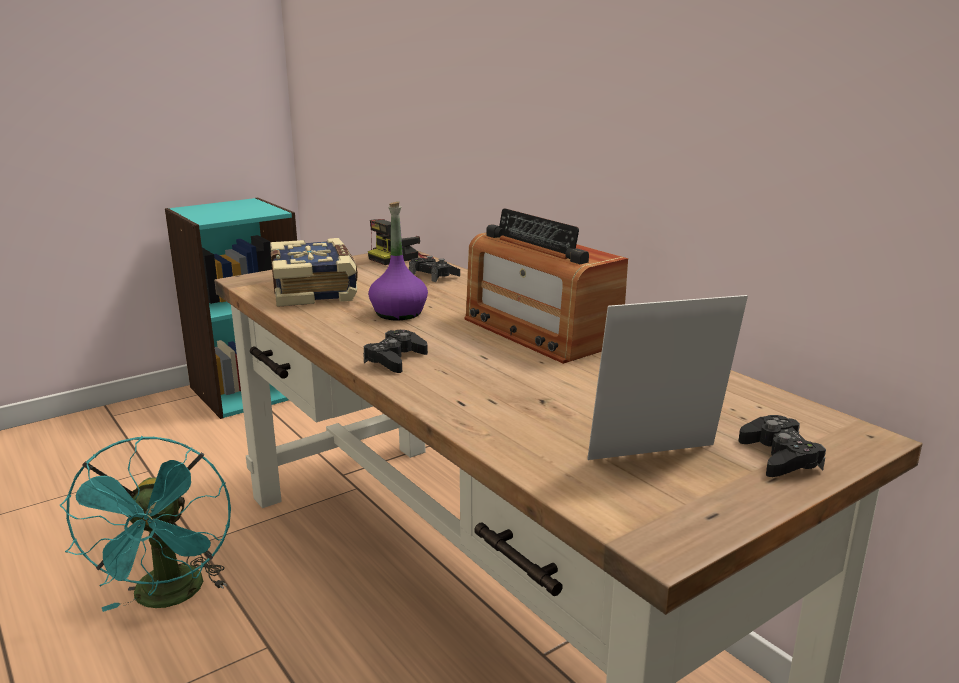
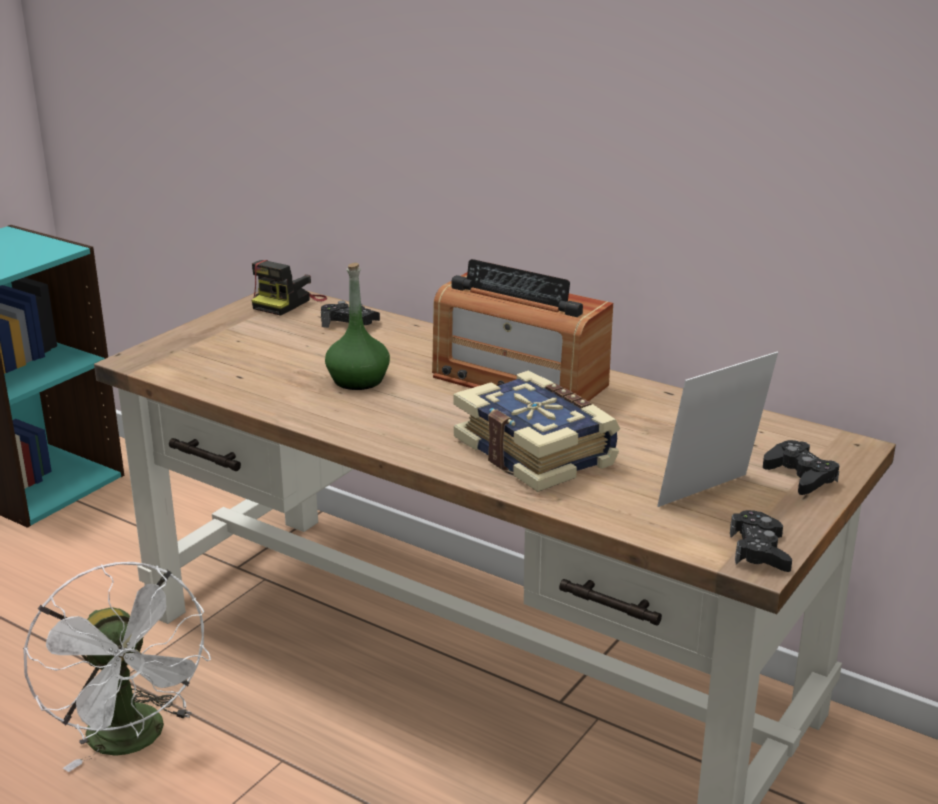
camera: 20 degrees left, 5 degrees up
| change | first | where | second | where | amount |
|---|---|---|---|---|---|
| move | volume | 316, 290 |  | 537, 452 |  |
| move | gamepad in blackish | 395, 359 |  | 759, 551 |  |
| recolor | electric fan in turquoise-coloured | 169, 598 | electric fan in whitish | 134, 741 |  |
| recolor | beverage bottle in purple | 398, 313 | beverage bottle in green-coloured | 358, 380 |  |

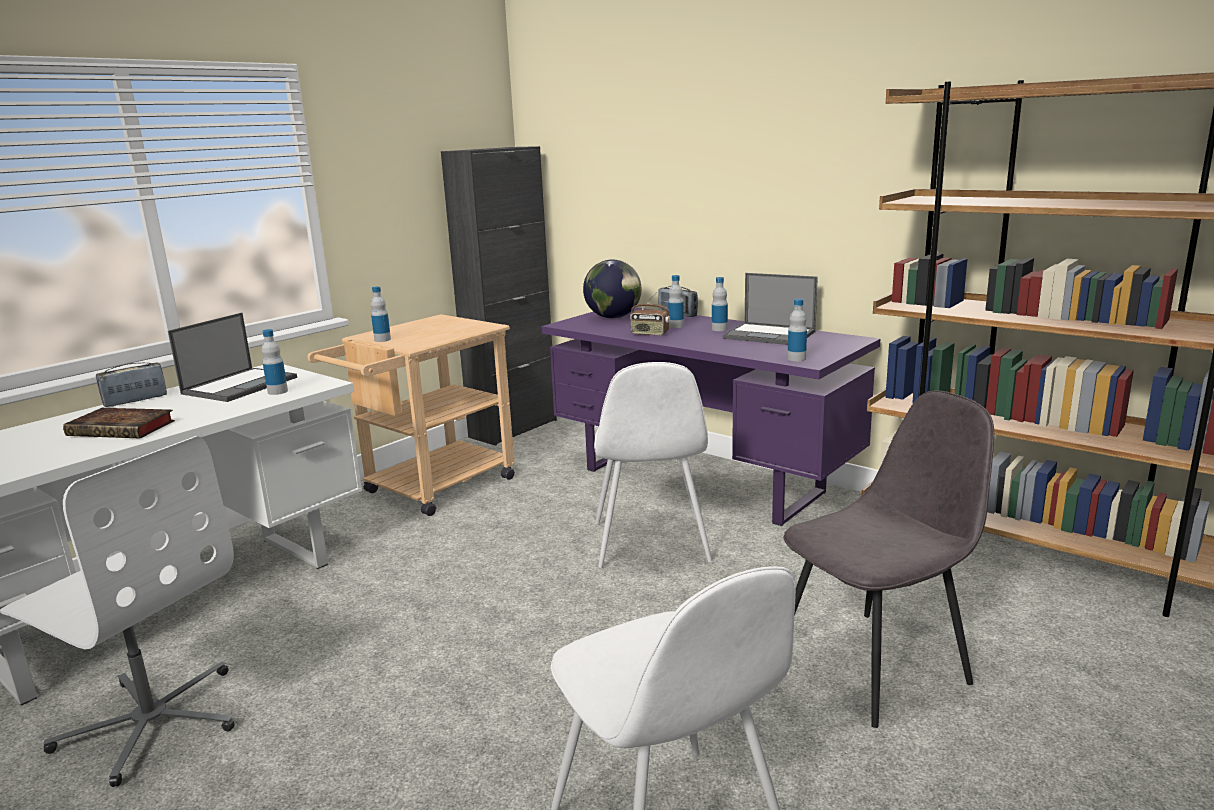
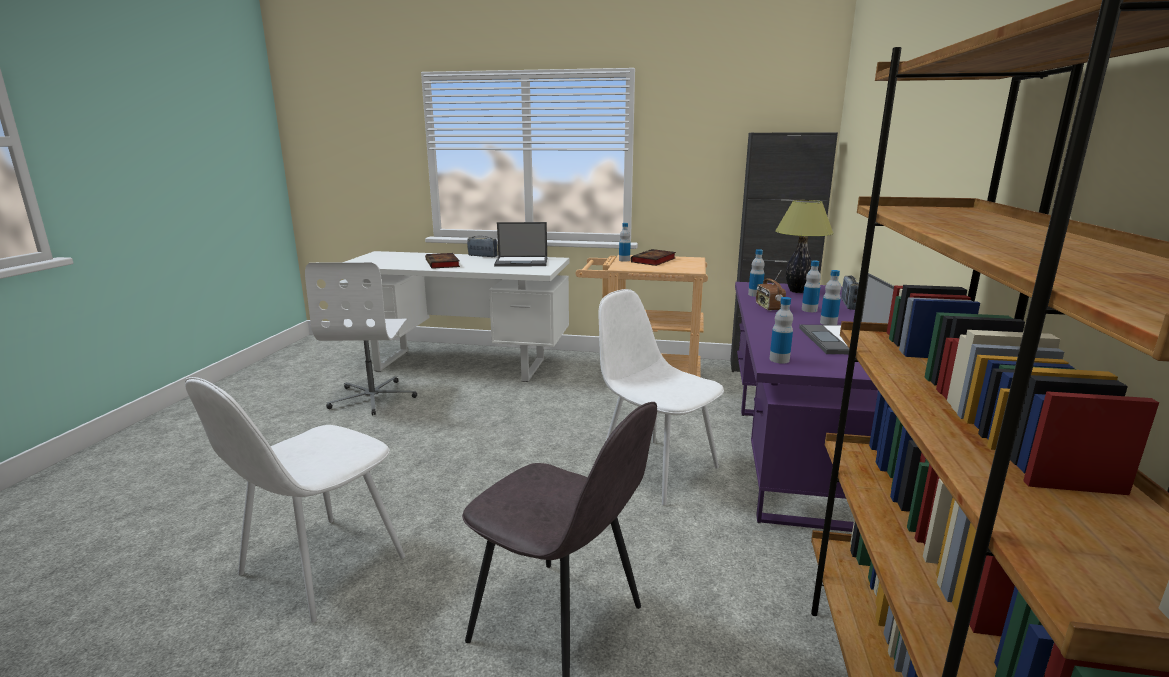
camera: 60 degrees right, 0 degrees up
| change | first | where | second | where | amount |
|---|---|---|---|---|---|
| insert |  |  | volume | 653, 261 |  |
| move | beverage bottle | 277, 391 |  | 755, 295 |  |
| replace | globe | 613, 317 | tabletop lamp | 797, 291 |  |
| rotate | chair in whitish | 650, 543 |  | 655, 469 | 75 degrees clockwise |

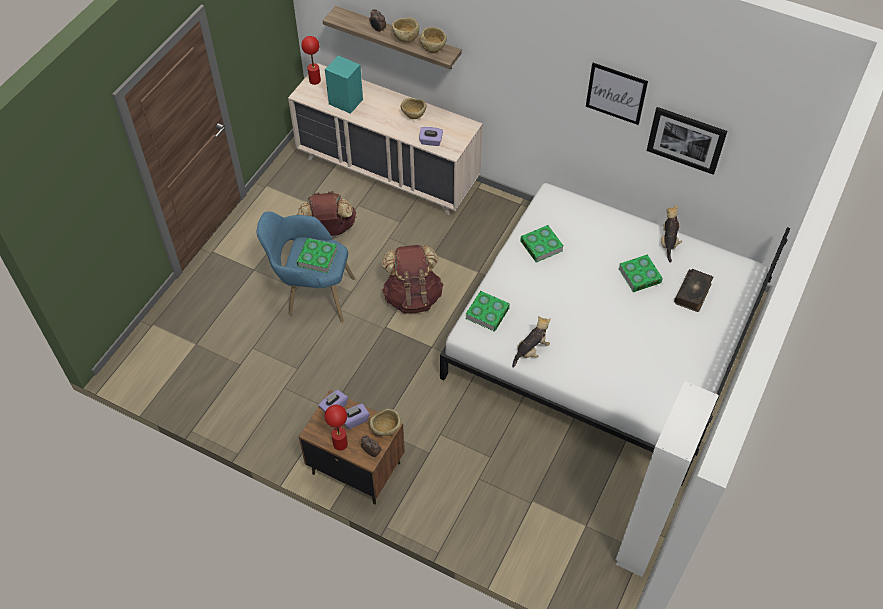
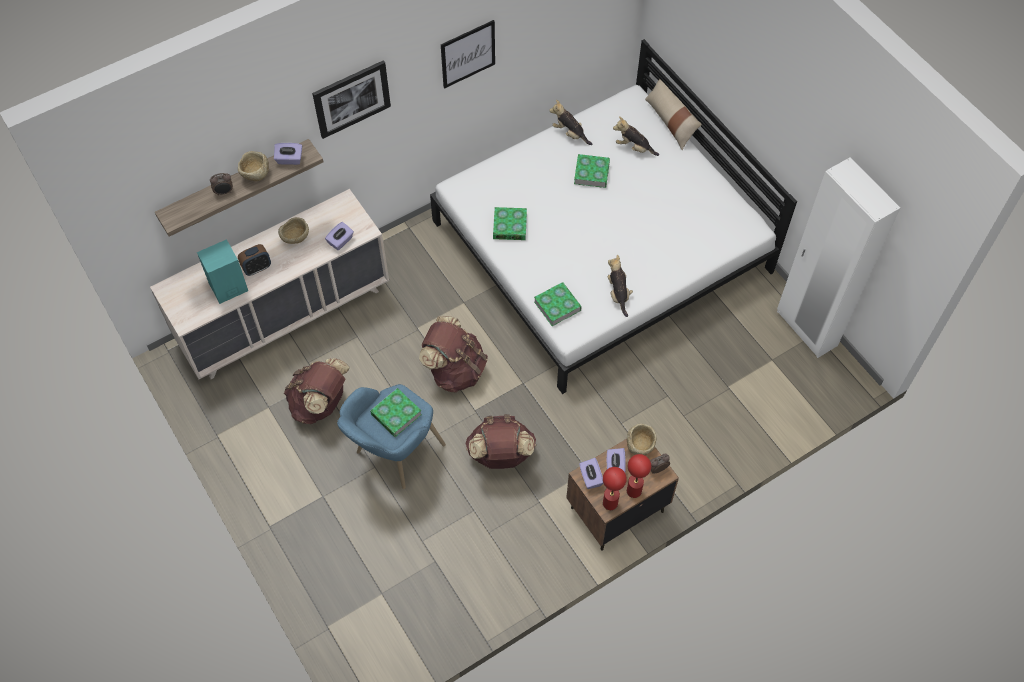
camera: 60 degrees left, 5 degrees up
| change | first | where | second | where | amount |
|---|---|---|---|---|---|
| insert |  |  | bedside clock | 257, 268 |  |
| insert |  |  | knapsack in brown | 501, 455 |  |
| insert |  |  | throw pillow in beige | 670, 121 |  |
| move | tabletop lamp in red | 315, 80 |  | 610, 503 |  |
| move | wall art | 686, 139 |  | 351, 98 |  |
| replace | bowl in beige | 433, 48 | tissue holder in purple | 289, 159 |  |
| replace | volume | 693, 293 | soft toy | 634, 148 |  |

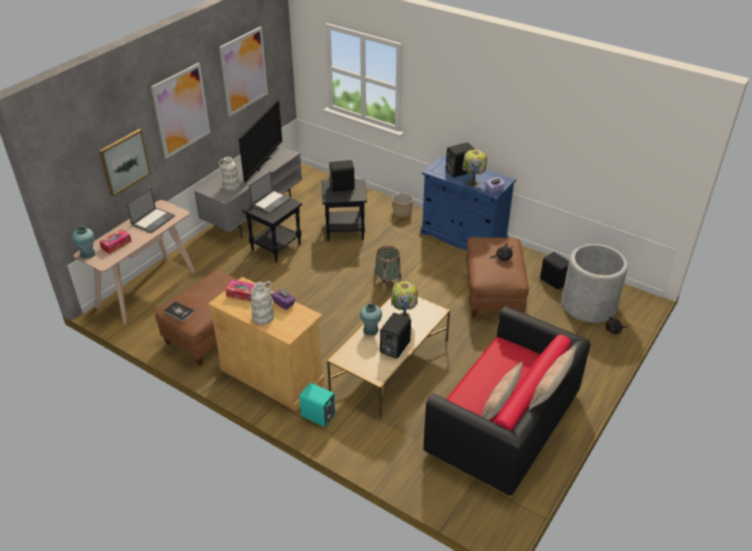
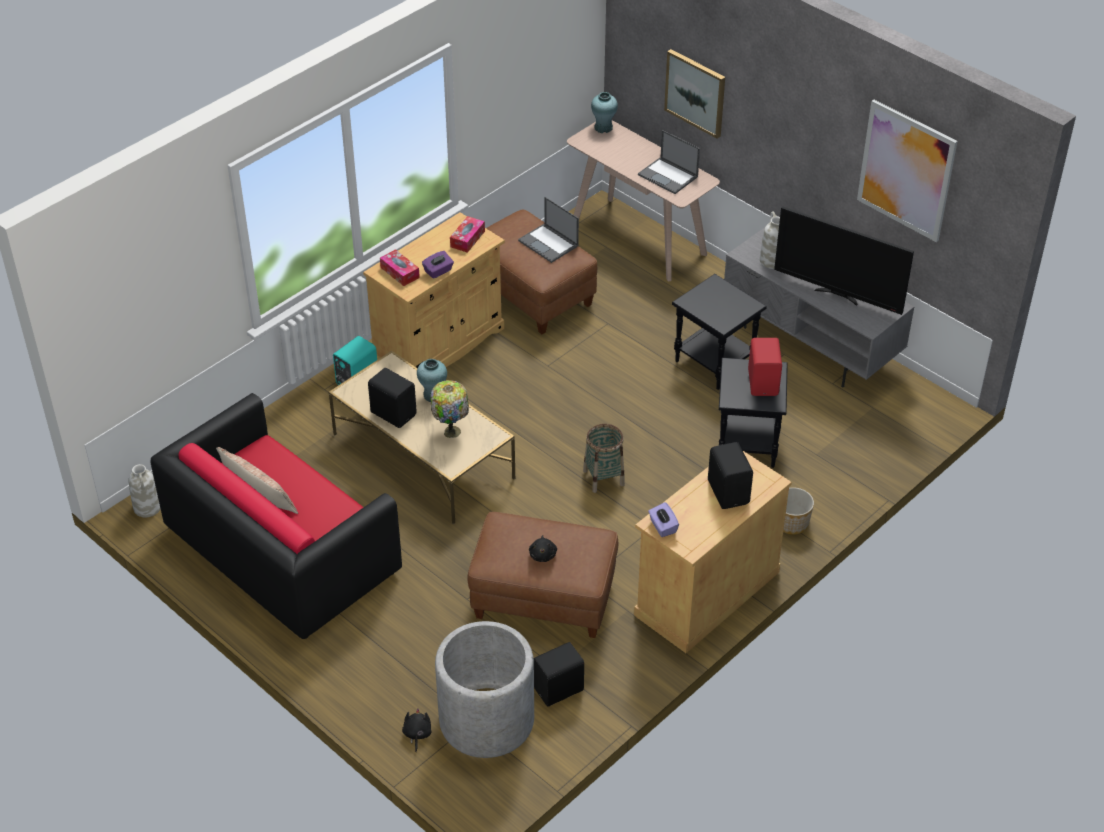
camera: 100 degrees right, 5 degrees up
| change | first | where | second | where | amount |
|---|---|---|---|---|---|
| delete | wall art | 181, 110 |  |  |  |
| delete | volume | 179, 312 |  |  |  |
| delete | tabletop lamp | 472, 183 |  |  |  |
| delete | throw pillow | 551, 387 |  |  |  |
| move | tissue holder | 116, 245 |  | 400, 272 |  |
| move | notebook computer | 271, 201 |  | 549, 243 |  |
| move | flower vase in whitish | 263, 317 |  | 147, 507 |  |
| recolor | loudspeaker in blackish | 341, 186 | loudspeaker in red | 764, 382 |  |
| recolor | cupboard in blue-coloured | 463, 237 | cupboard in beige | 706, 593 |  |

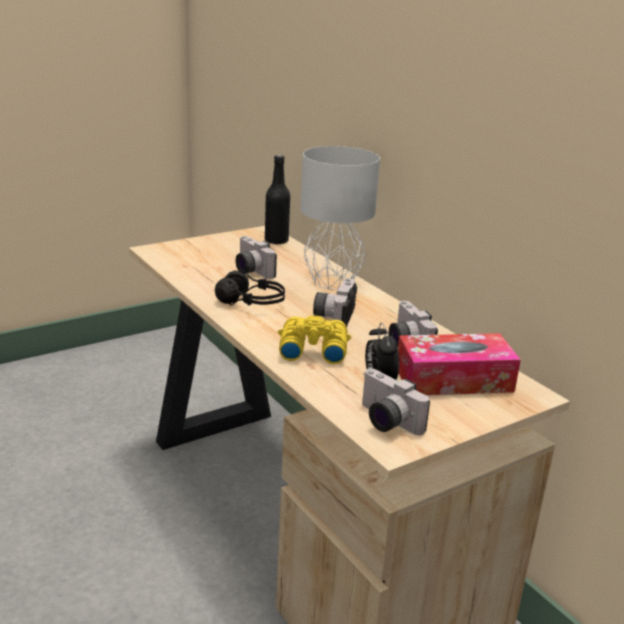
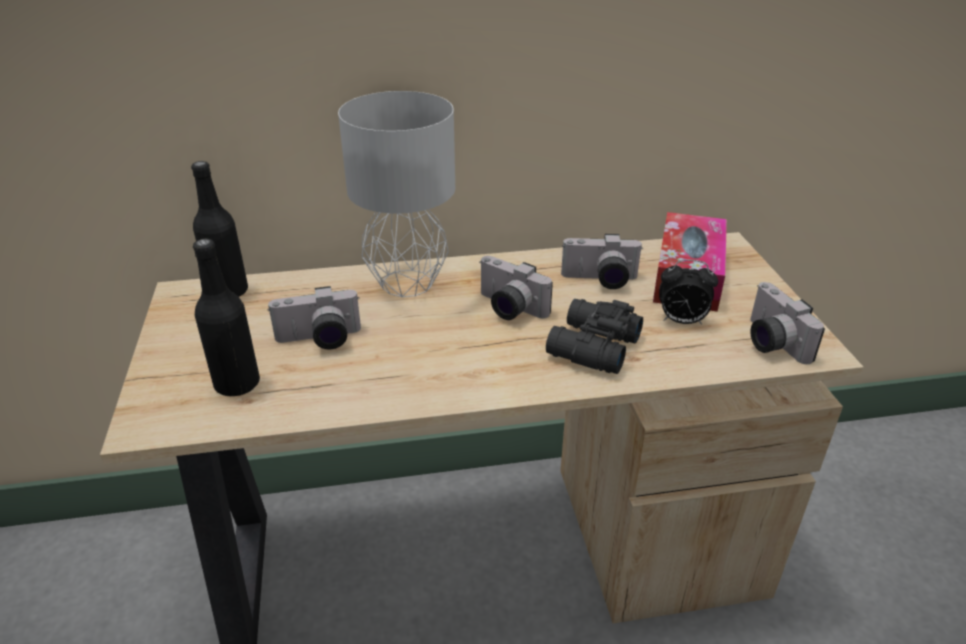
camera: 65 degrees left, 10 degrees up
| change | first | where | second | where | amount |
|---|---|---|---|---|---|
| delete | headset in blackish | 251, 302 |  |  |  |
| insert |  |  | beverage bottle in blackish | 237, 384 |  |
| recolor | field glasses in yellowish | 312, 349 | field glasses in blackish | 591, 347 |  |
| rotate | still camera | 385, 421 |  | 769, 342 | 90 degrees clockwise |

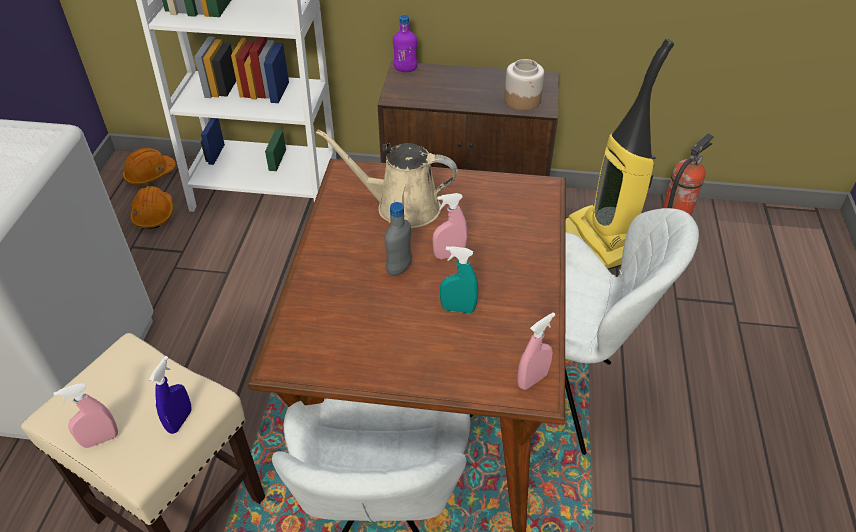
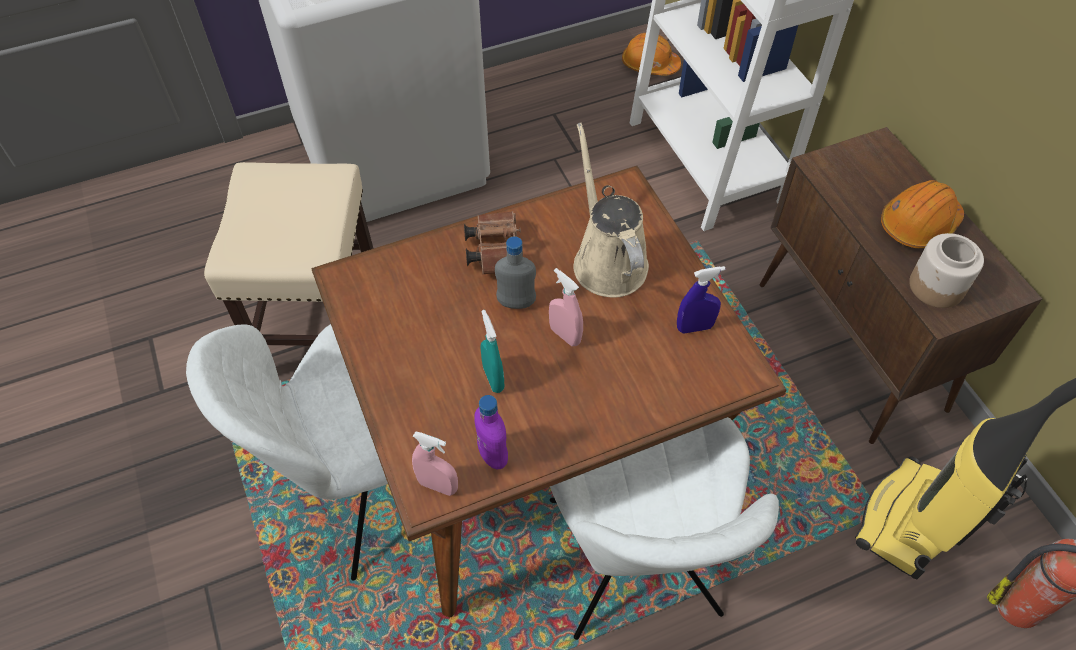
camera: 60 degrees right, 10 degrees up
| change | first | where | second | where | amount |
|---|---|---|---|---|---|
| delete | hand sprayer in pink | 100, 439 |  |  |  |
| insert |  |  | field glasses in brown | 494, 250 |  |
| move | safety helmet in orange-coloured | 154, 214 |  | 918, 224 |  |
| move | hand sprayer in blue-coloured | 180, 420 |  | 694, 327 |  |
| move | beverage bottle in purple | 405, 70 |  | 493, 454 |  |

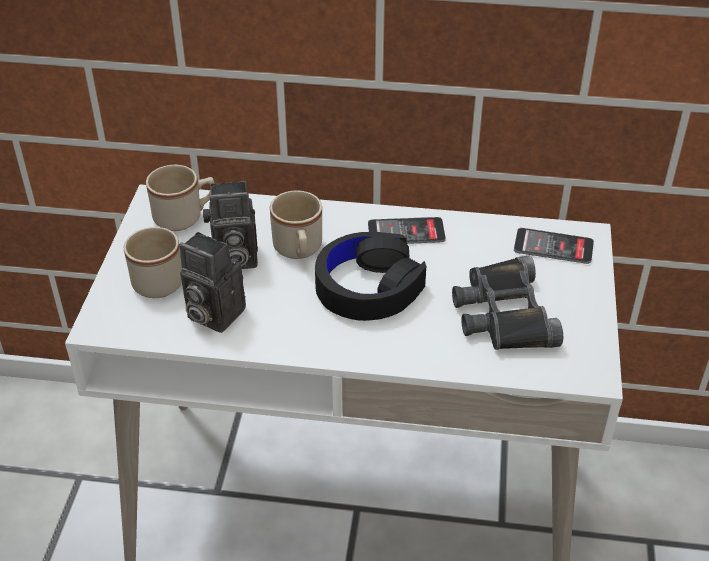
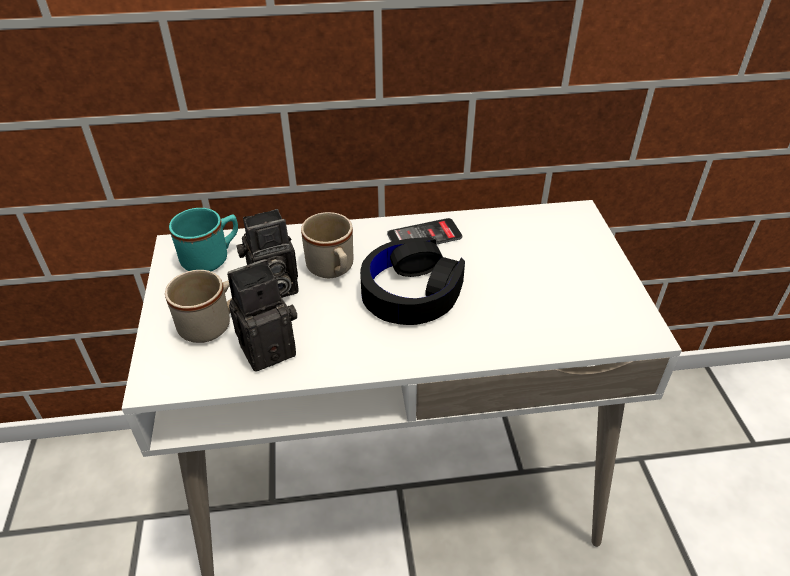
camera: 15 degrees left, 0 degrees up
| change | first | where | second | where | amount |
|---|---|---|---|---|---|
| delete | field glasses in blackish | 502, 314 |  |  |  |
| delete | telephone | 553, 247 |  |  |  |
| recolor | coffee mug in beige | 185, 217 | coffee mug in turquoise-coloured | 212, 258 |  |
| rotate | still camera | 211, 314 |  | 269, 346 | 135 degrees clockwise |

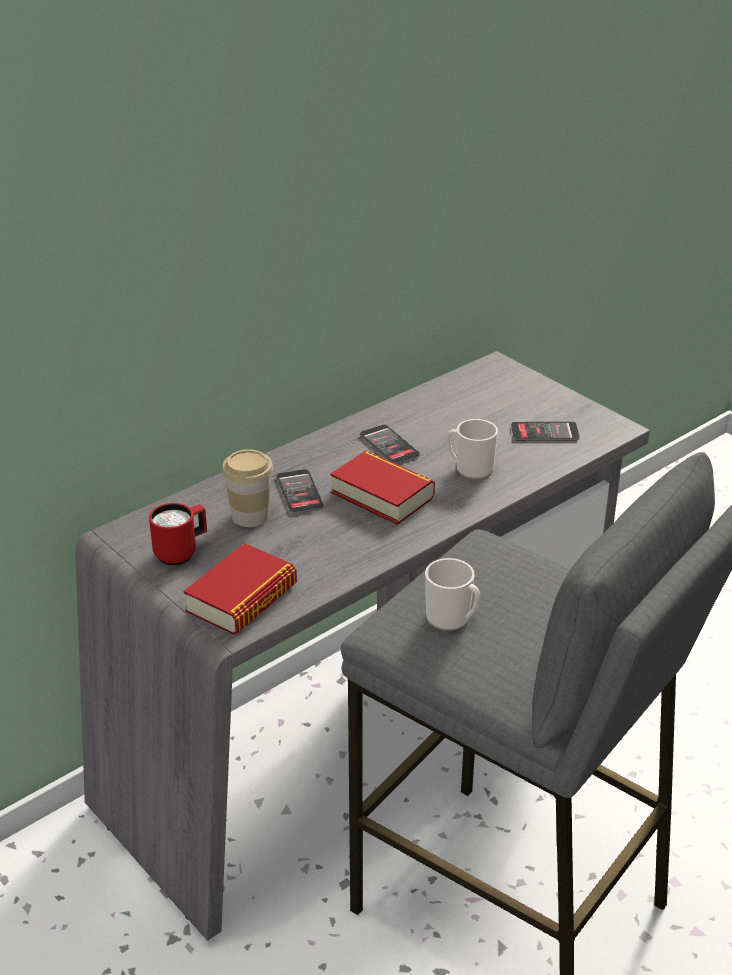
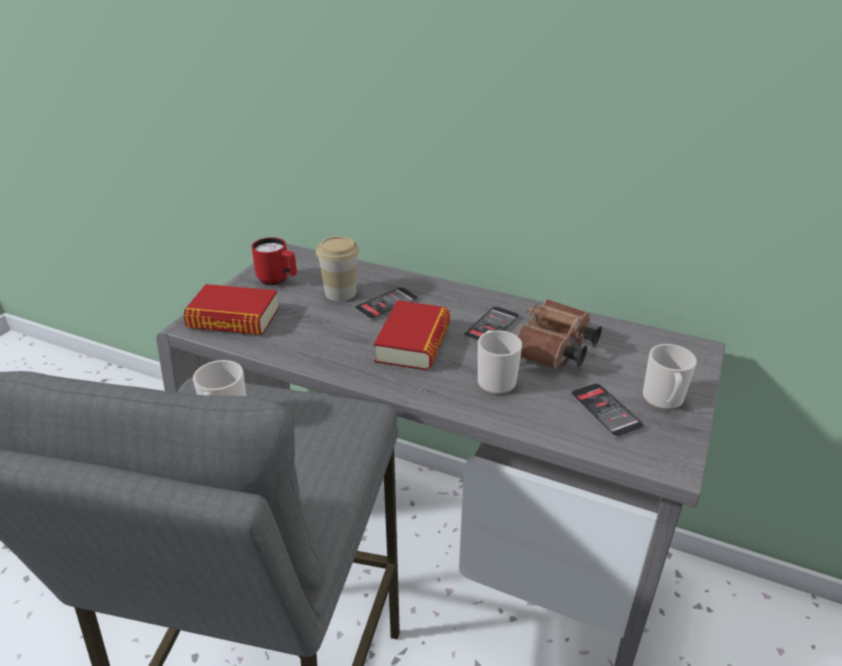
camera: 65 degrees right, 0 degrees up
| change | first | where | second | where | amount |
|---|---|---|---|---|---|
| insert |  |  | field glasses in brown | 553, 351 |  |
| insert |  |  | coffee mug | 663, 400 |  |

